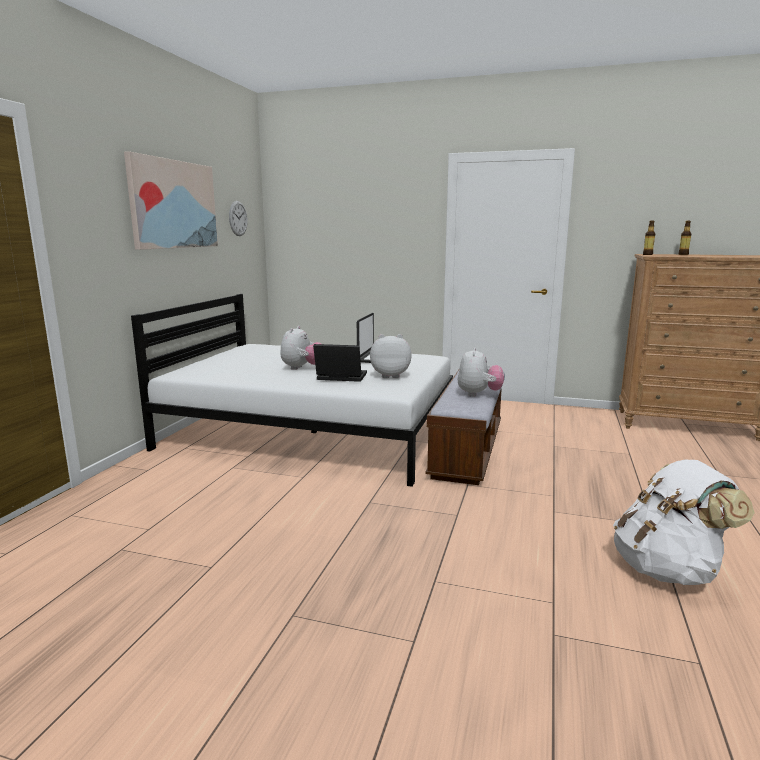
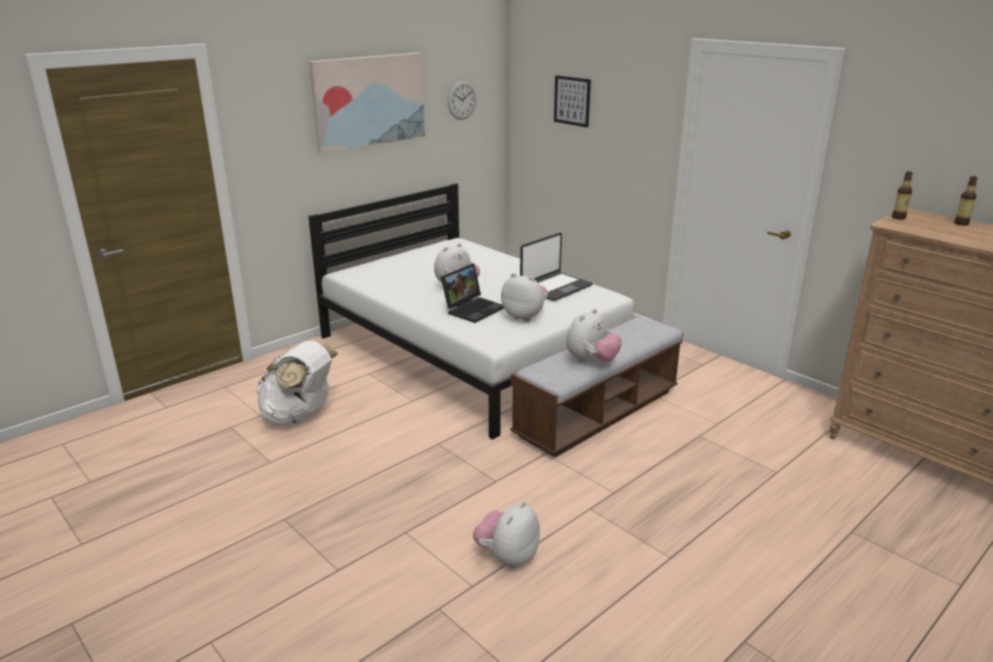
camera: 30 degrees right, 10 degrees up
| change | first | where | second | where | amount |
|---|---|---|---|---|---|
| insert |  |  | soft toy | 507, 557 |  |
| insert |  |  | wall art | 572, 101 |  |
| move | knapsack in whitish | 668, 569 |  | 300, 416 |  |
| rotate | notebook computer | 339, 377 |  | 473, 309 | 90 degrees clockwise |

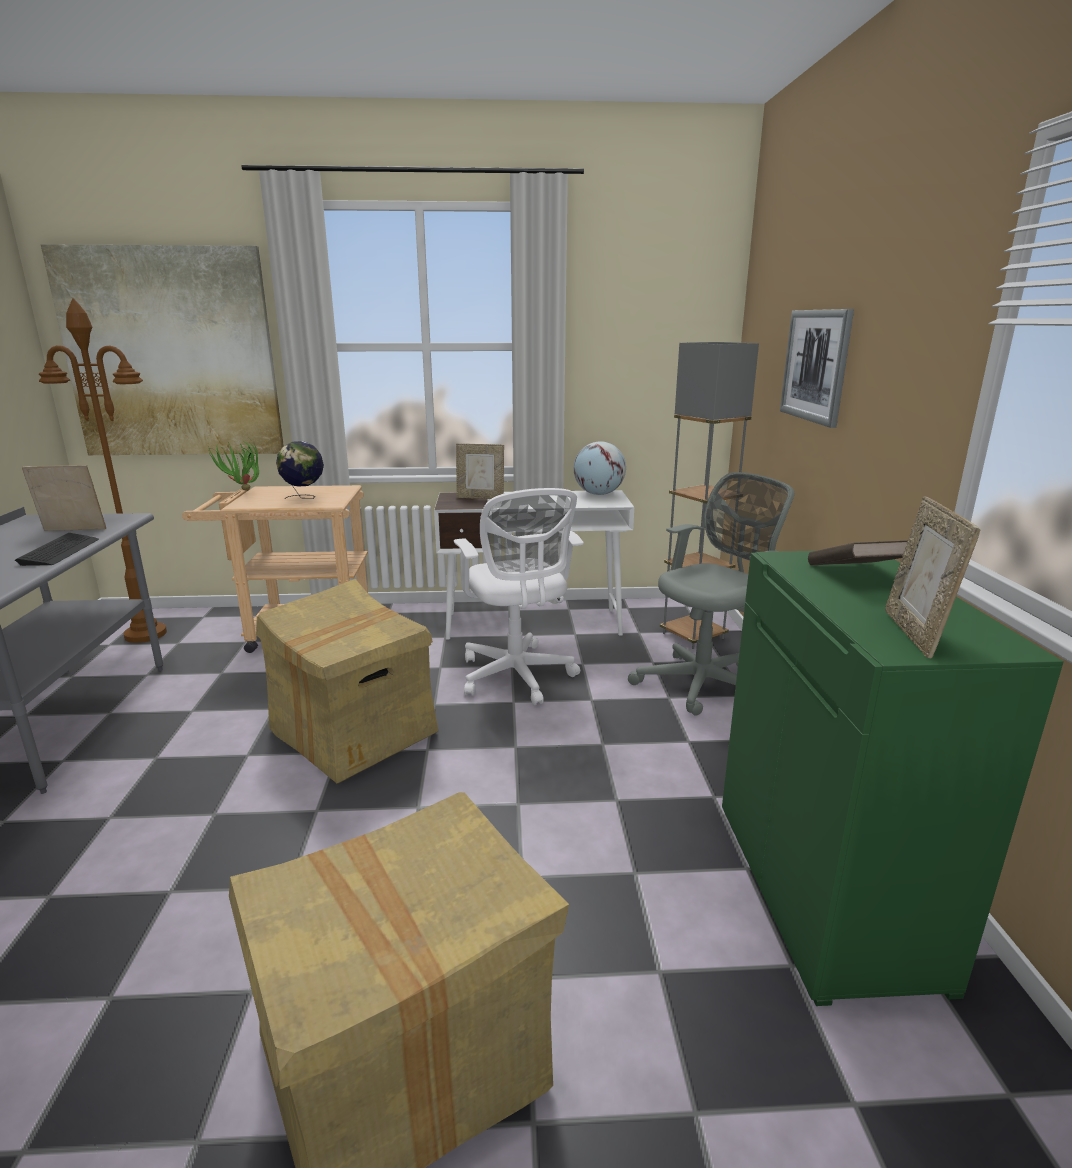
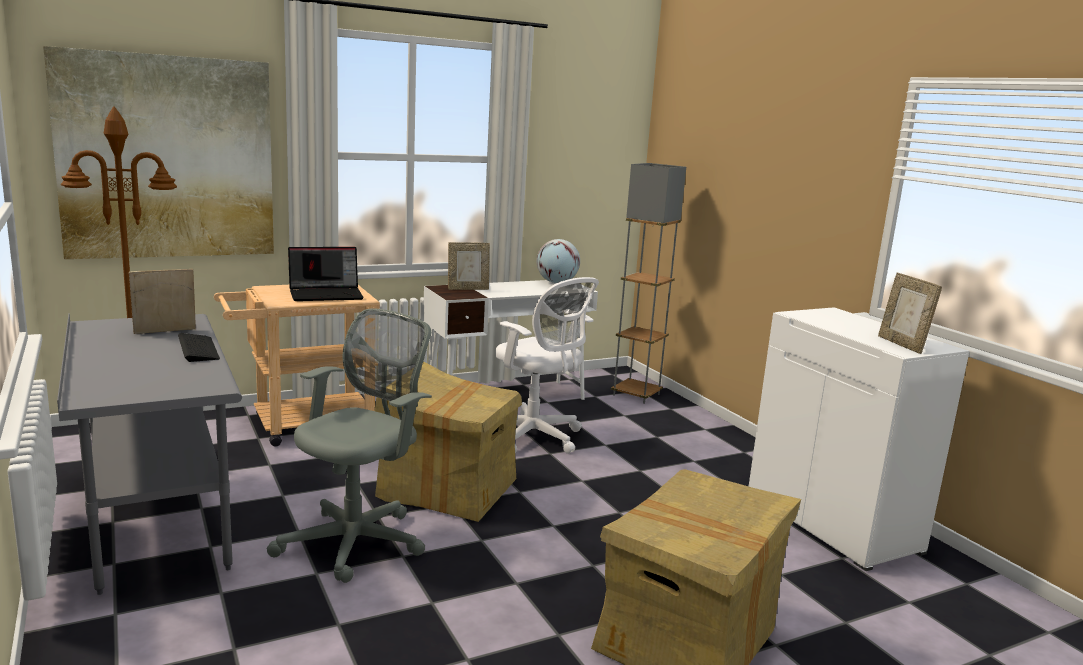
camera: 25 degrees left, 5 degrees down
| change | first | where | second | where | amount |
|---|---|---|---|---|---|
| delete | plant in a pot | 243, 492 |  |  |  |
| delete | wall art | 815, 365 |  |  |  |
| delete | volume in brown | 858, 576 |  |  |  |
| move | office chair in gray | 705, 682 |  | 358, 541 |  |
| replace | globe | 304, 498 | notebook computer | 327, 294 |  |
| recolor | cupboard in green-coloured | 826, 891 | cupboard in whitish | 833, 523 |  |

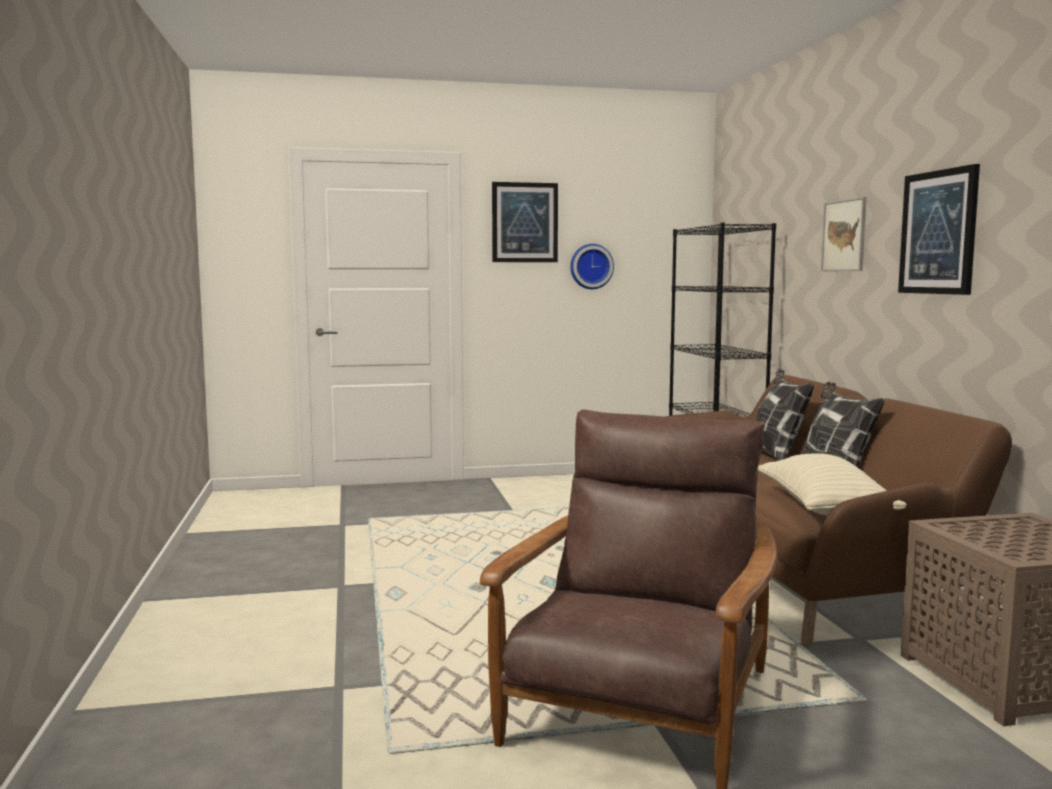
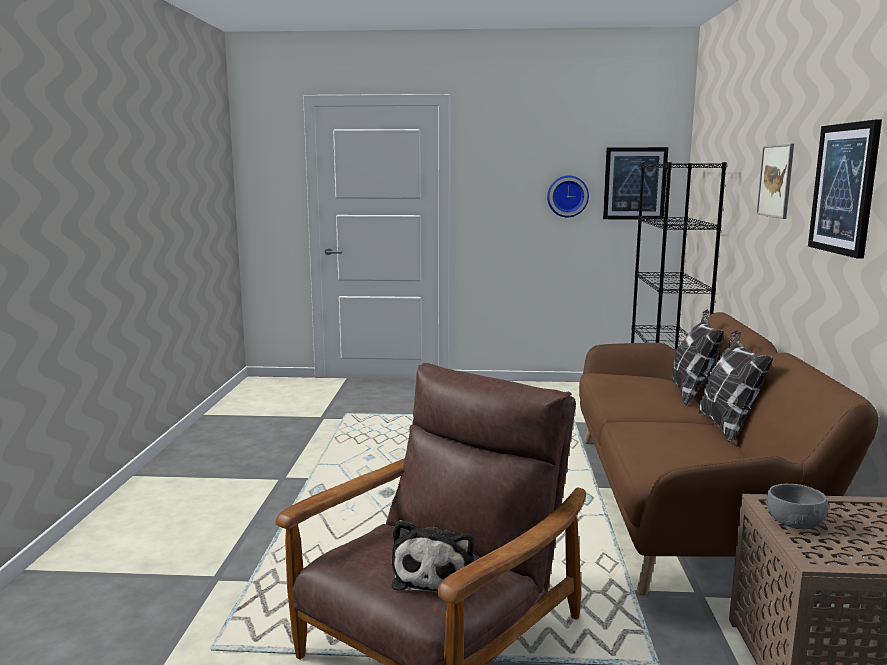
camera: 15 degrees right, 5 degrees up
| change | first | where | second | where | amount |
|---|---|---|---|---|---|
| delete | throw pillow in beige | 824, 509 |  |  |  |
| insert |  |  | soft toy | 436, 575 |  |
| insert |  |  | bowl in gray | 794, 522 |  |
| move | wall art | 524, 222 |  | 634, 183 |  |

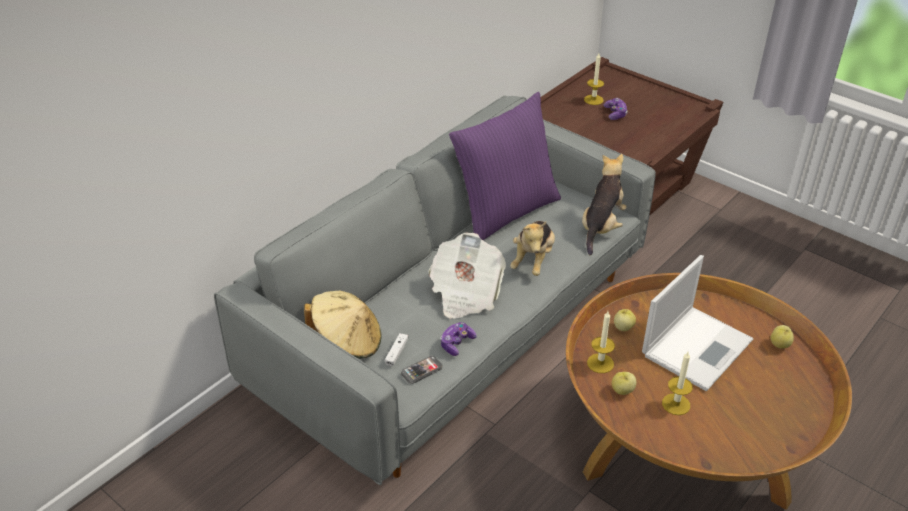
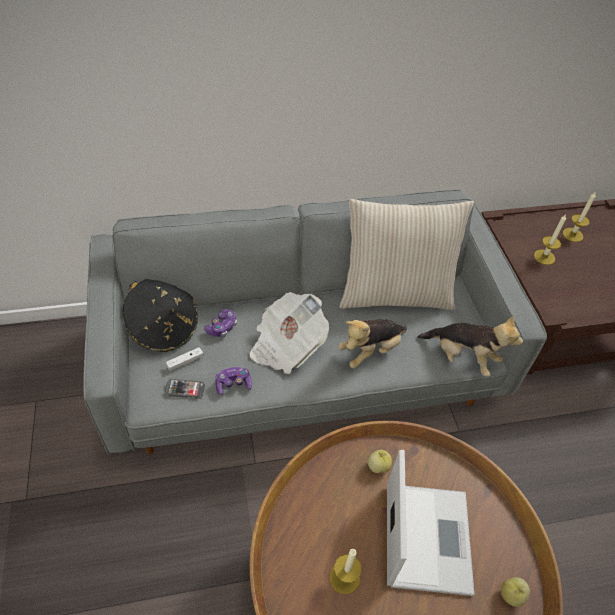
camera: 35 degrees right, 10 degrees up
| change | first | where | second | where | amount |
|---|---|---|---|---|---|
| delete | apple fruit | 622, 391 |  |  |  |
| move | wax light | 600, 363 |  | 544, 257 |  |
| move | gamepad | 615, 114 |  | 222, 327 |  |
| recolor | hat in beige | 347, 341 | hat in blackish | 164, 328 |  |
| recolor | throw pillow in purple | 505, 212 | throw pillow in beige | 394, 294 |  |
| rotate | soft toy | 601, 227 |  | 462, 357 | 60 degrees clockwise |
| rotate | notebook computer | 697, 346 |  | 426, 535 | 75 degrees counterclockwise |

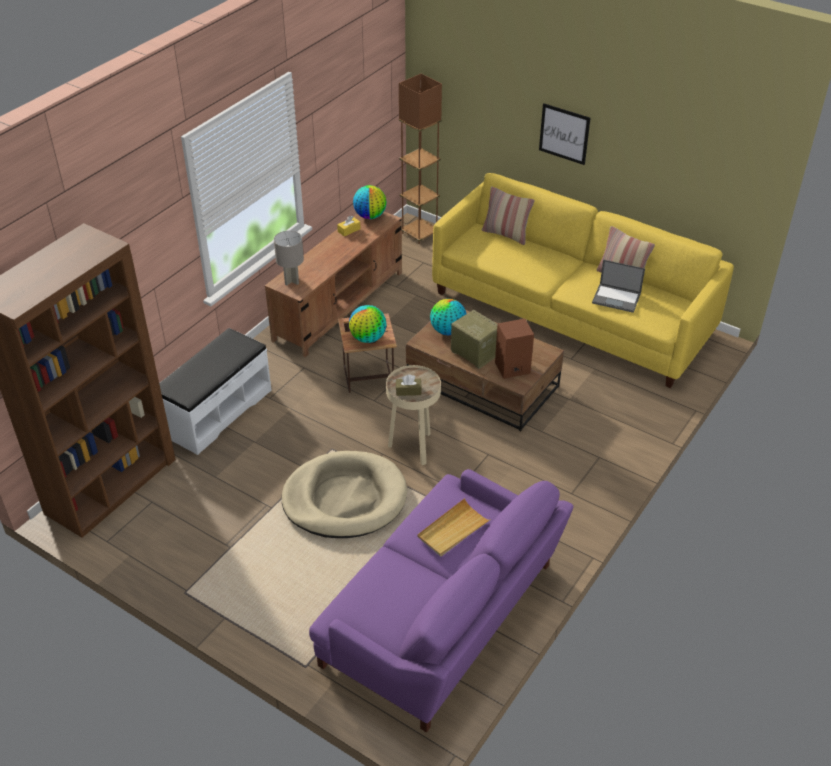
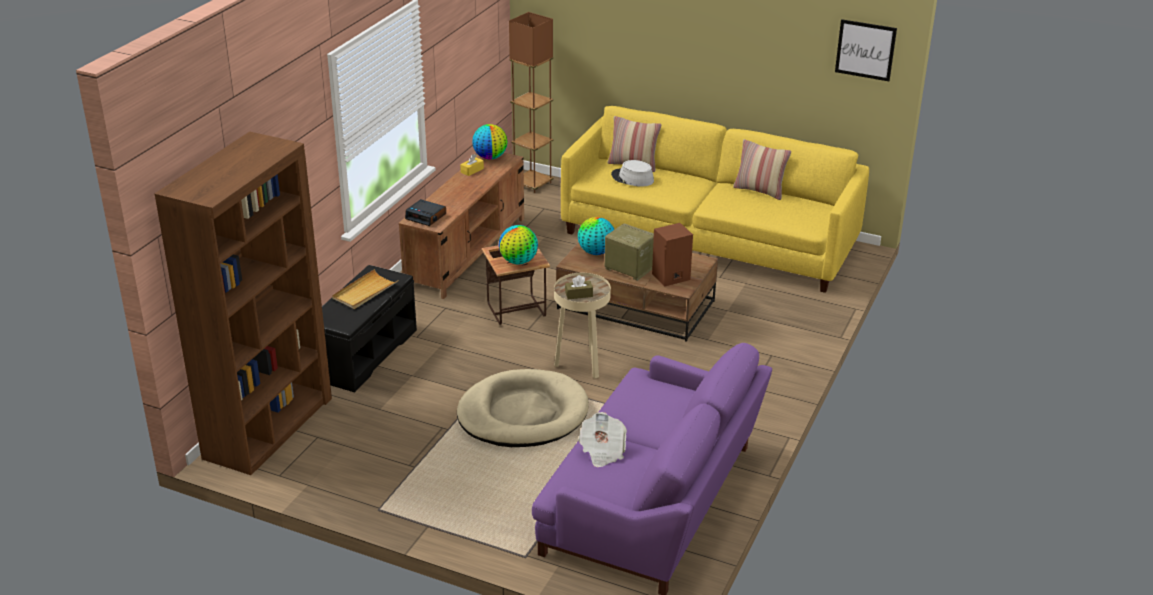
camera: 10 degrees left, 10 degrees down
| change | first | where | second | where | amount |
|---|---|---|---|---|---|
| delete | notebook computer | 617, 298 |  |  |  |
| insert |  |  | printed paper | 602, 451 |  |
| insert |  |  | hat in gray | 632, 178 |  |
| move | serving tray in beige | 453, 530 |  | 364, 292 |  |
| move | wall art | 564, 133 |  | 865, 50 |  |
| replace | tabletop lamp in gray | 292, 281 | bedside clock | 426, 216 |  |
| recolor | indoor bench in whitish | 216, 412 | indoor bench in blackish | 363, 353 |  |

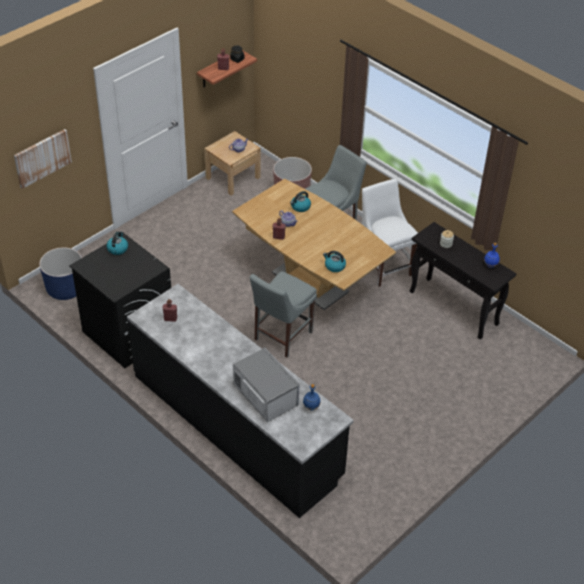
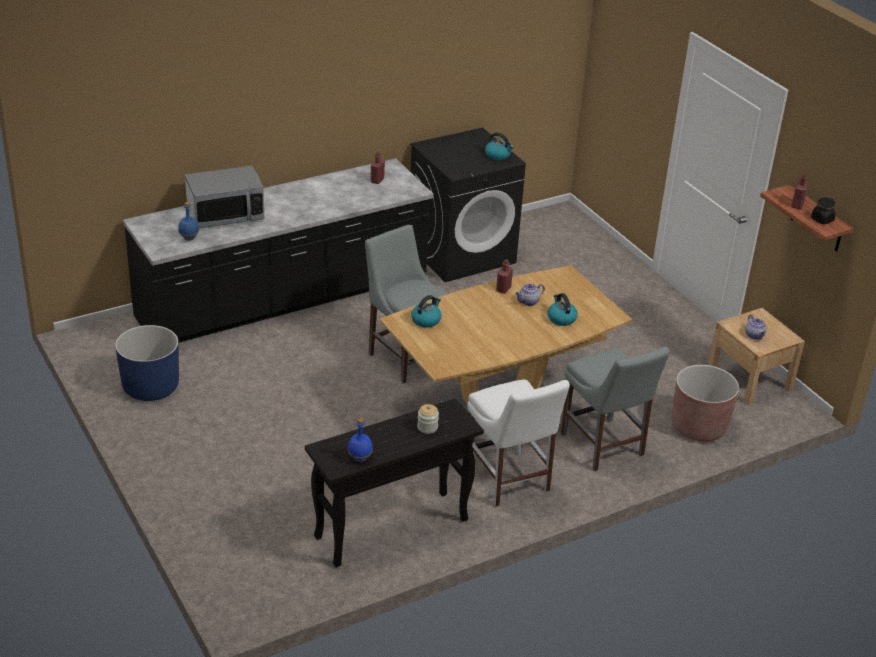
camera: 105 degrees right, 10 degrees down
| change | first | where | second | where | amount |
|---|---|---|---|---|---|
| delete | wall art | 42, 158 |  |  |  |
| move | plant pot in blue-coloured | 65, 288 |  | 150, 387 |  |
| rotate | chair in whitish | 384, 266 |  | 509, 481 | 75 degrees clockwise |

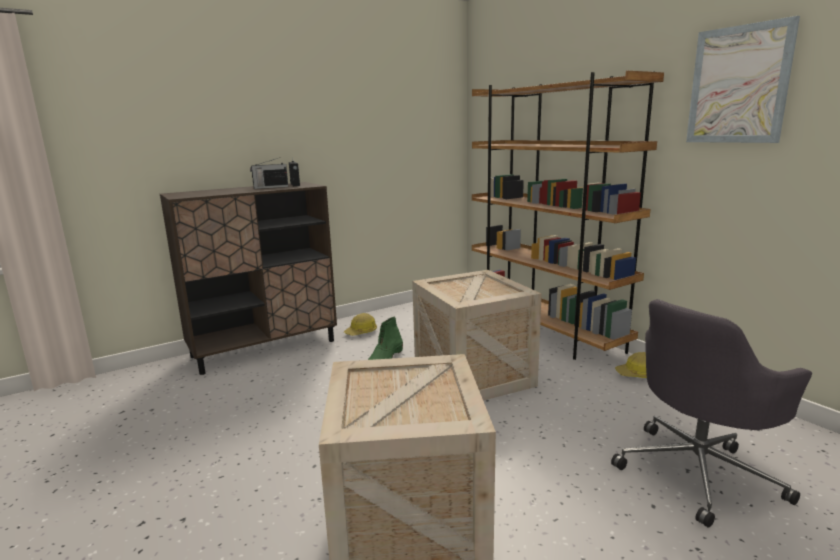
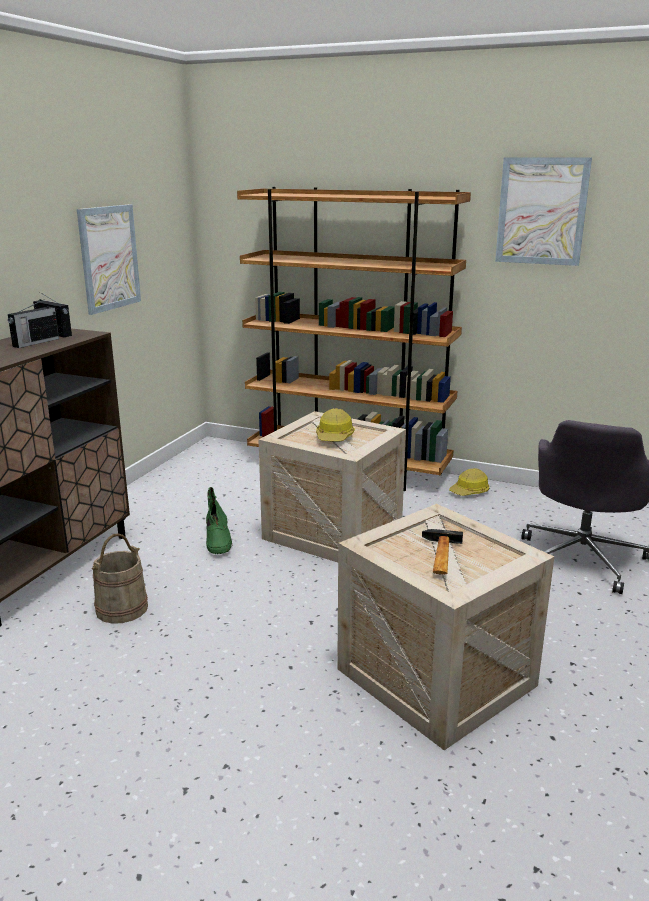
camera: 35 degrees left, 5 degrees up
| change | first | where | second | where | amount |
|---|---|---|---|---|---|
| insert |  |  | wall art | 109, 258 |  |
| insert |  |  | water bucket in beige | 121, 608 |  |
| insert |  |  | hammer | 439, 556 |  |
| move | safety helmet | 361, 332 |  | 335, 437 |  |

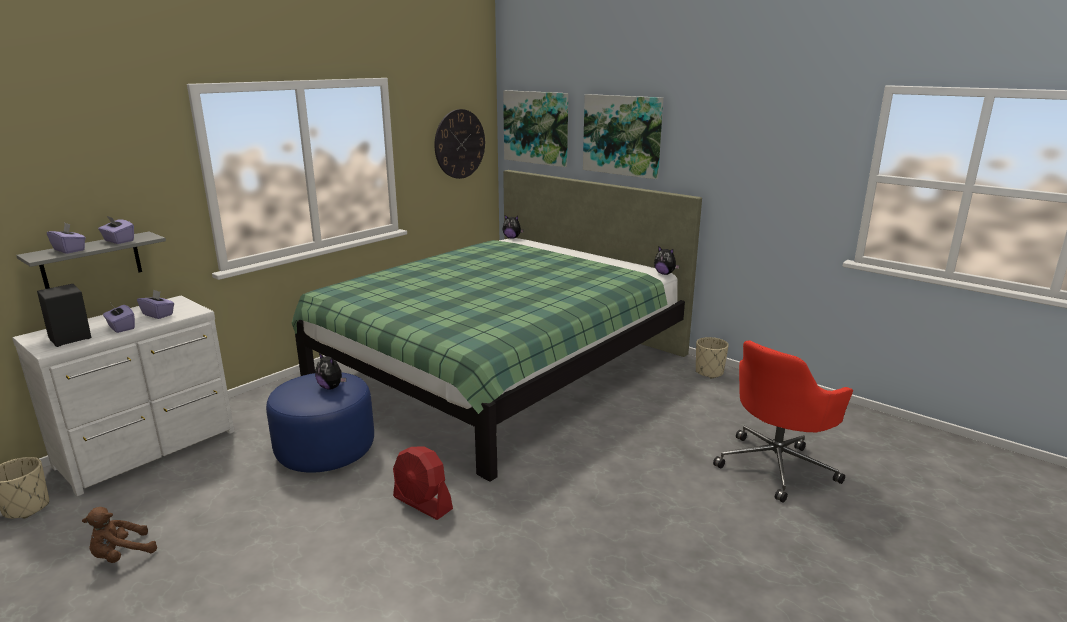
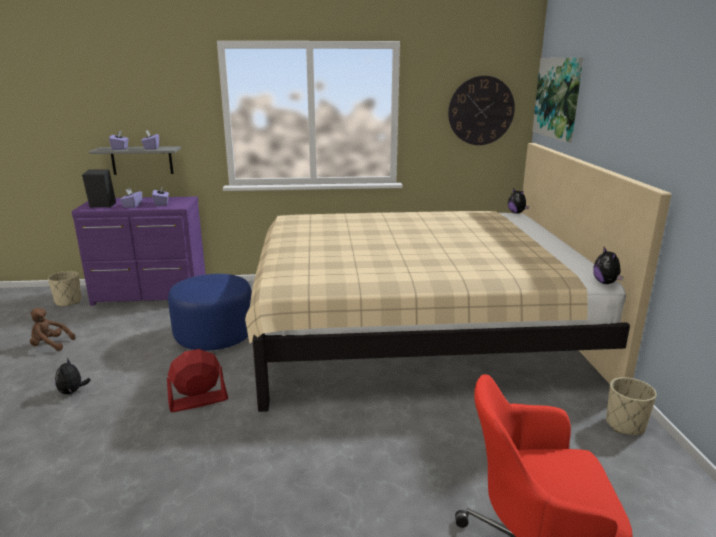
camera: 45 degrees right, 0 degrees up
| change | first | where | second | where | amount |
|---|---|---|---|---|---|
| delete | wall art | 622, 135 |  |  |  |
| move | soft toy | 331, 387 |  | 72, 392 |  |
| recolor | chest of drawers in whitish | 150, 449 | chest of drawers in purple | 151, 295 |  |
| recolor | sleeping bed in green-coloured | 500, 367 | sleeping bed in beige | 417, 329 |  |
| rotate | electric fan in red | 422, 503 |  | 198, 401 | 75 degrees clockwise |

